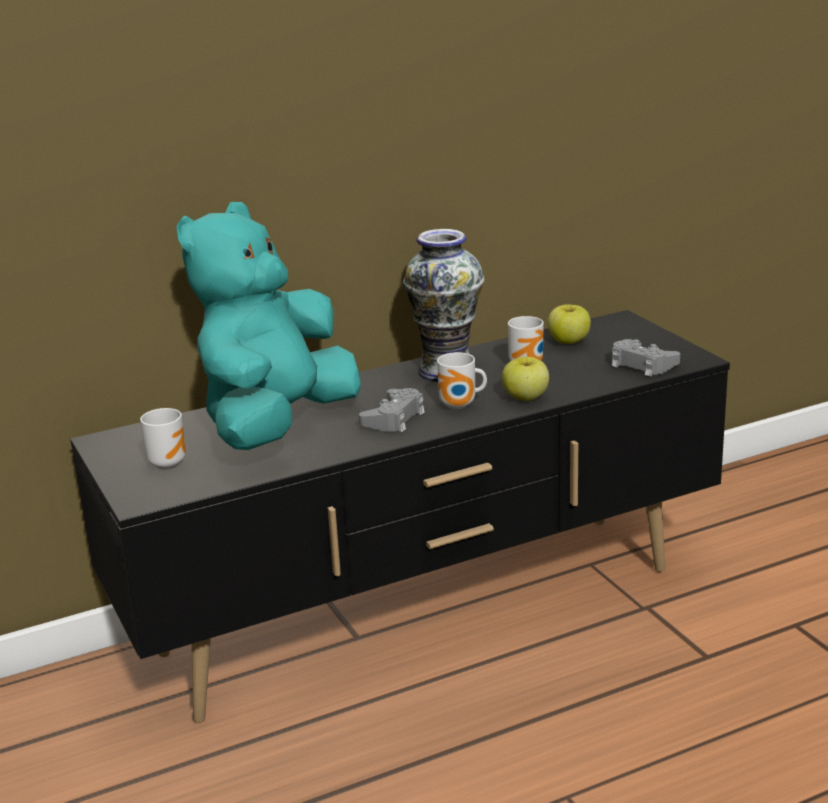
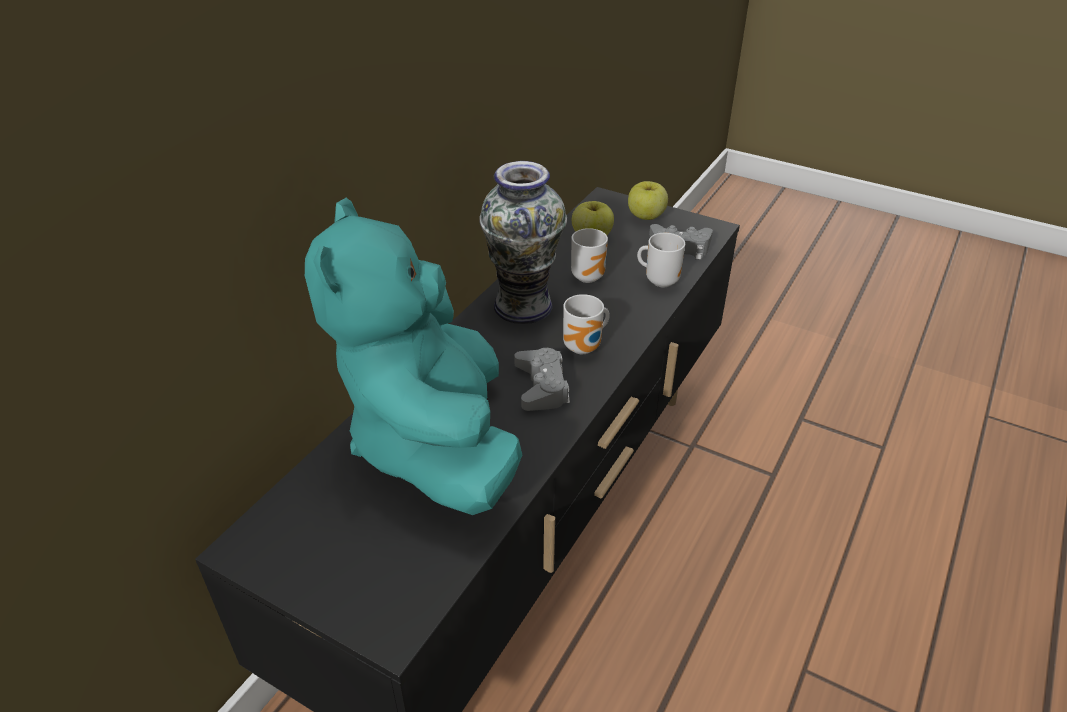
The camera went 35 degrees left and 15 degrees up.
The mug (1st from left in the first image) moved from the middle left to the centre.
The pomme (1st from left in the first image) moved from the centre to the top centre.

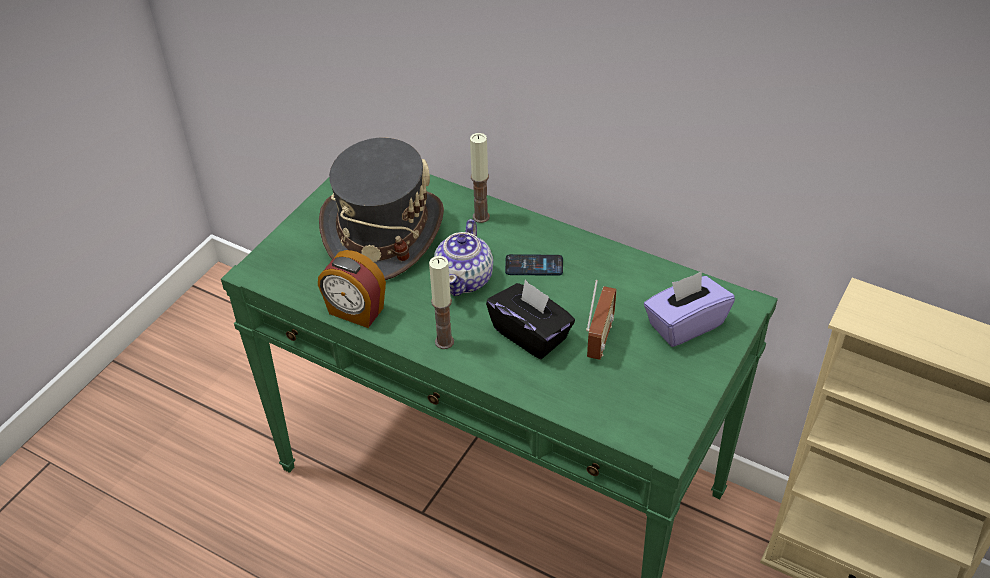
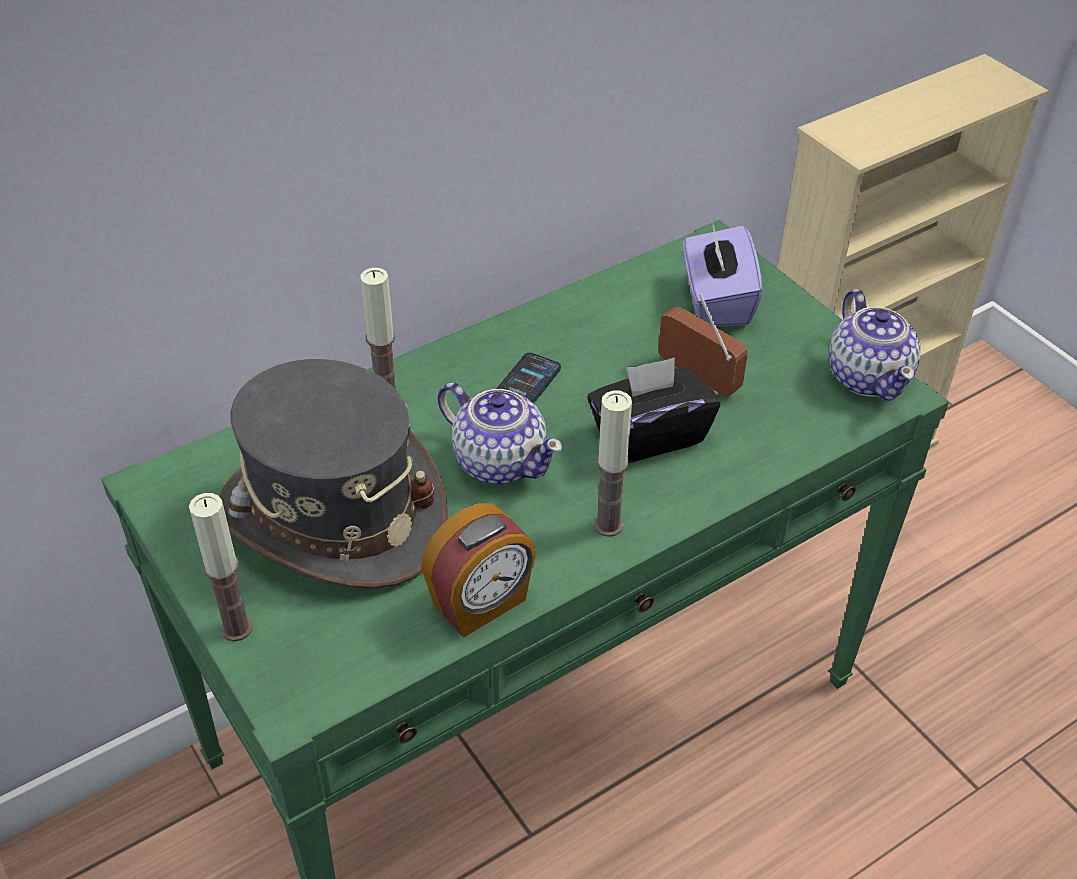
The camera went 65 degrees left and 0 degrees up.
The bougie (1st from left) at the middle left appeared.
The théière (2nd from left) at the middle right appeared.

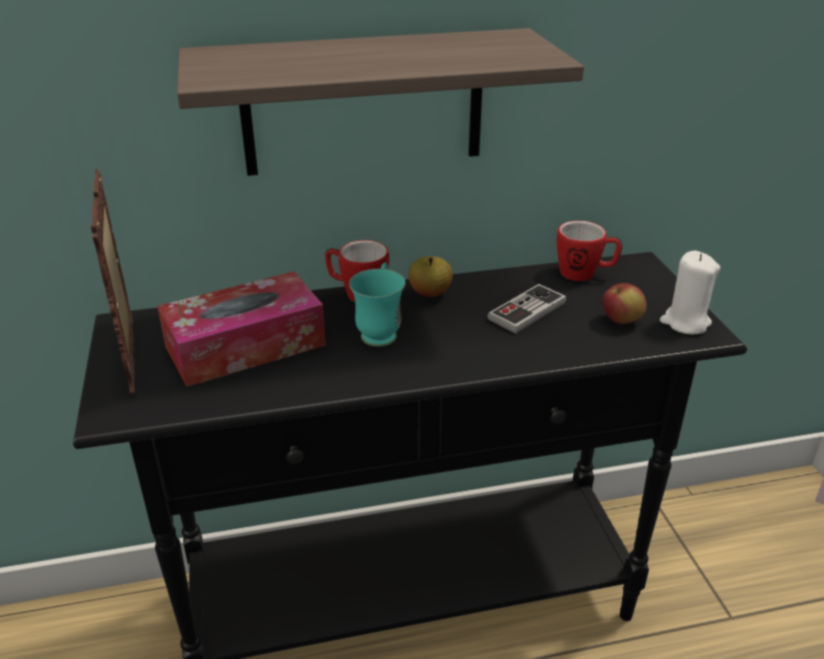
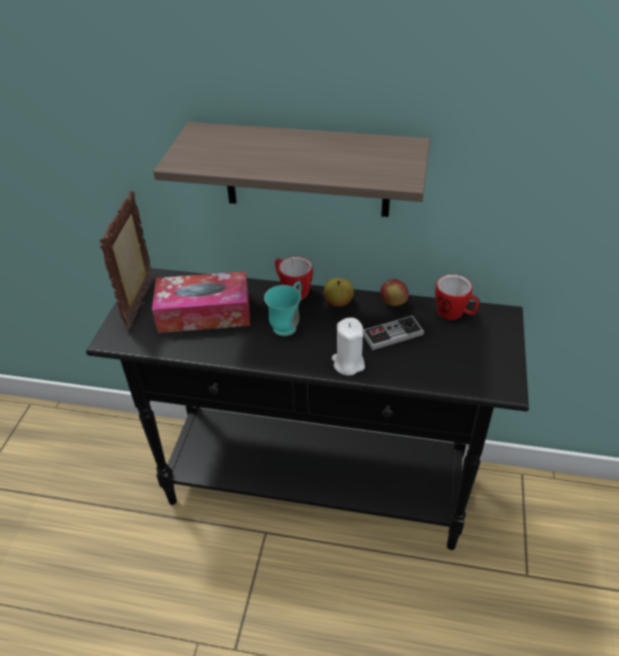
The camera went 25 degrees right and 10 degrees up.
The pomme (2nd from left) moved from the middle right to the centre.
The bougie (blanc) moved from the middle right to the centre.

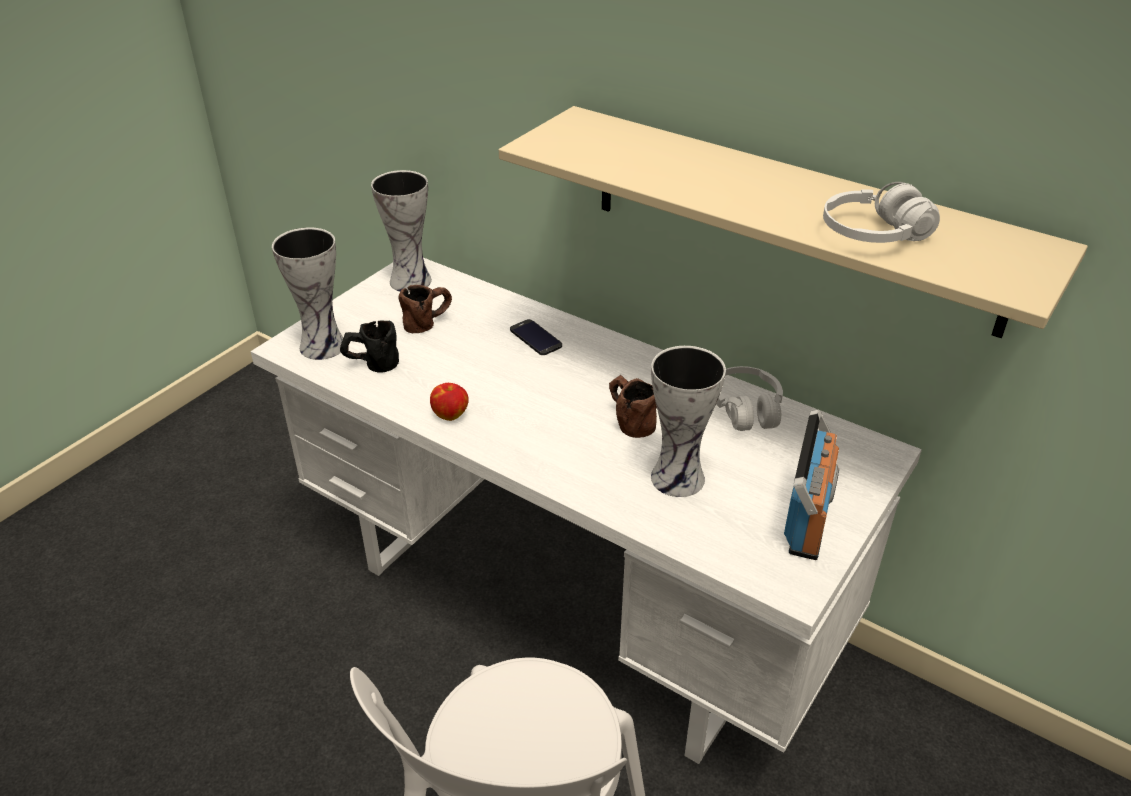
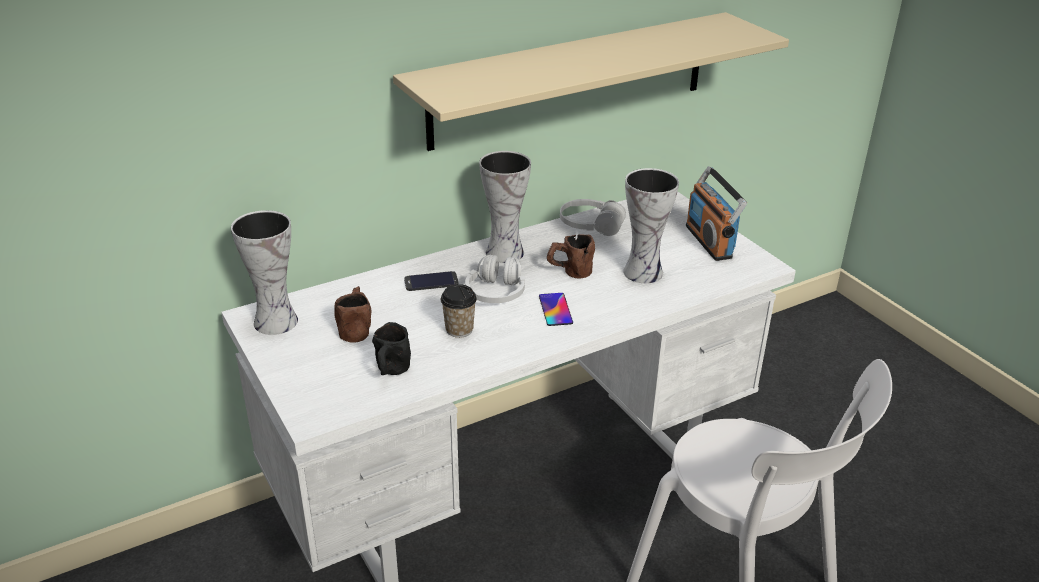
The camera went 65 degrees left and 5 degrees down.
The vase (1st from left in the first image) moved from the middle left to the centre.
The pomme at the centre disappeared.
The radio at the middle right turned 150 degrees counterclockwise.
The casque audio (blanc) (2nd from left in the first image) moved from the top right to the centre.
The tasse at the centre appeared.
The téléphone (2nd from left) at the centre appeared.

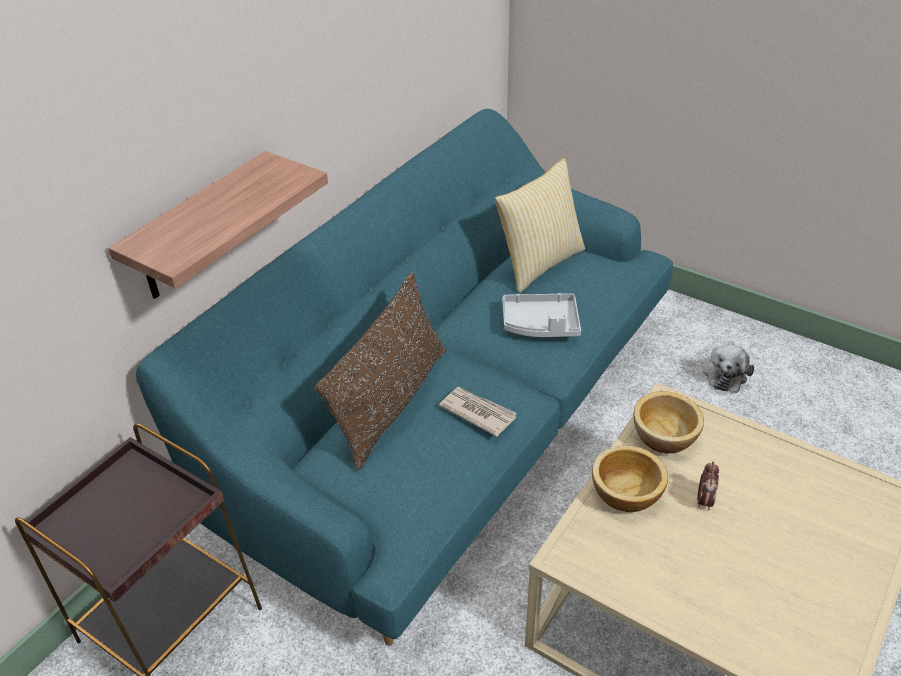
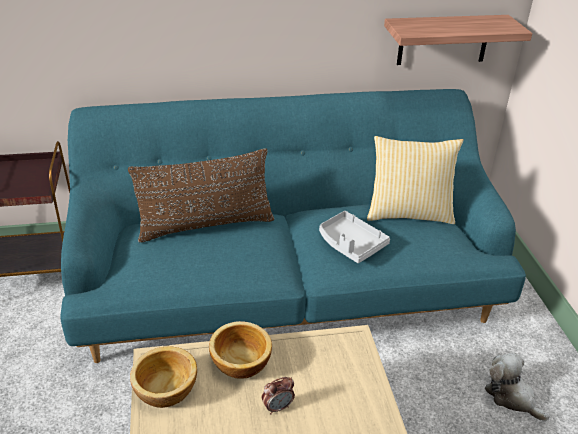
The camera went 45 degrees right and 5 degrees down.
The étagère moved from the top left to the top right.
The journal at the centre disappeared.
The bol (2nd from left in the first image) moved from the middle right to the bottom left.
The peluche at the middle right turned 75 degrees clockwise.

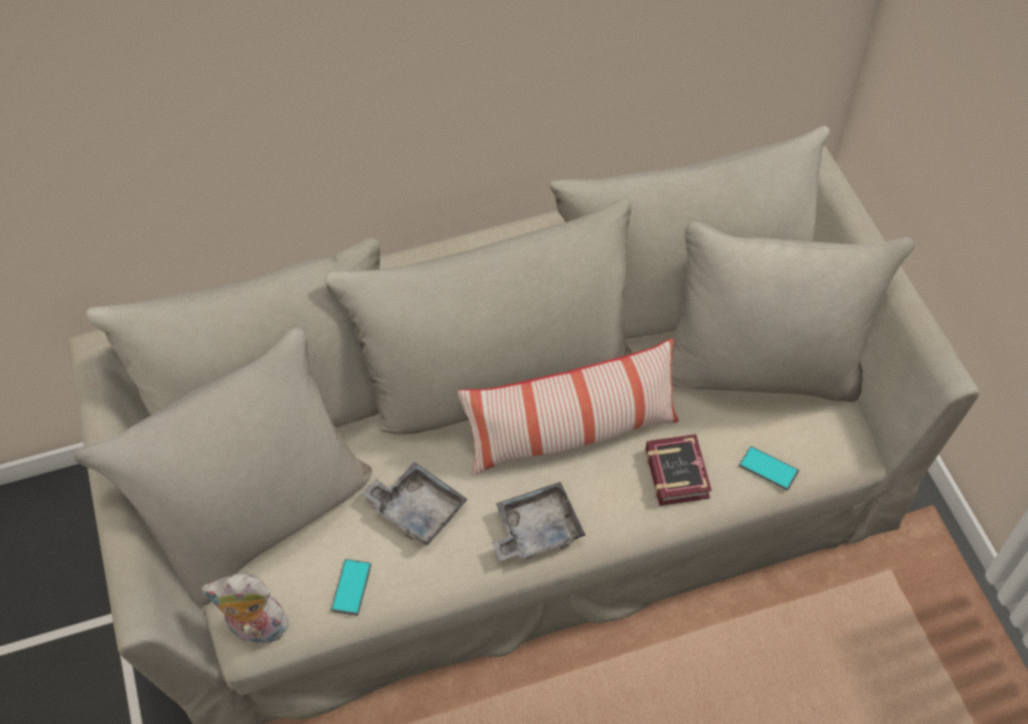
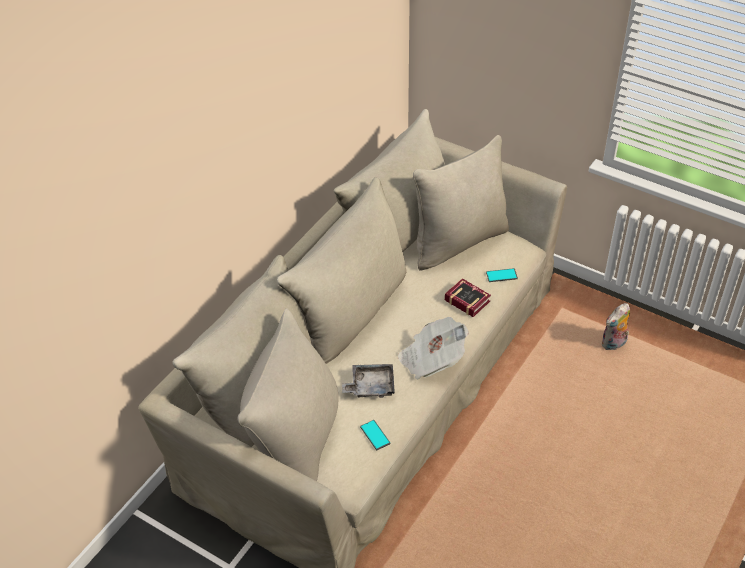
The camera went 40 degrees left and 10 degrees down.
The peluche moved from the bottom left to the middle right.
The coussin at the centre disappeared.
The plateau (gris) (2nd from left) at the bottom centre was replaced by the journal at the centre.

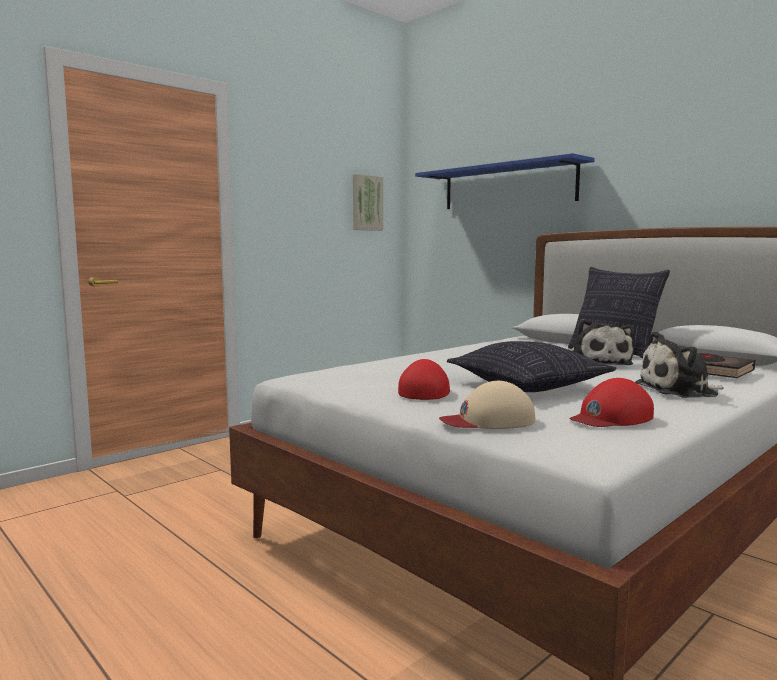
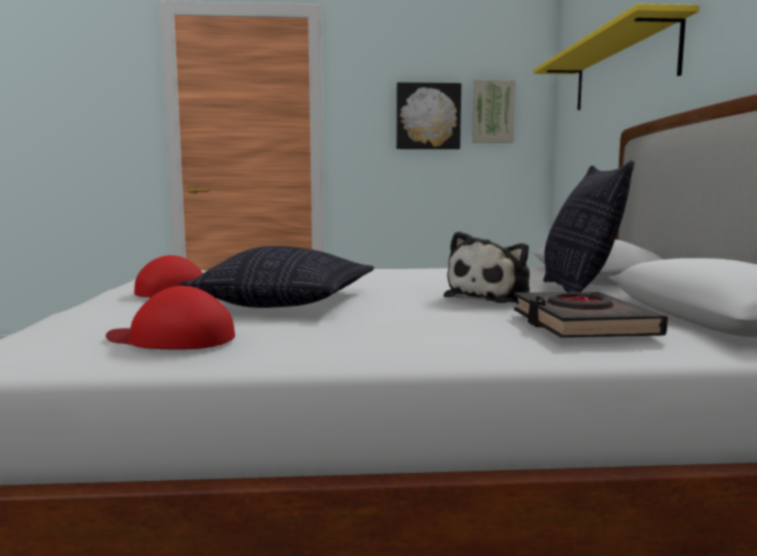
The camera went 40 degrees right and 0 degrees up.
The étagère (bleu) at the top centre became the étagère (jaune) at the top right.
The casquette (beige) at the centre disappeared.
The peluche (2nd from left) at the middle right disappeared.
The tableau (1st from left) at the top centre appeared.

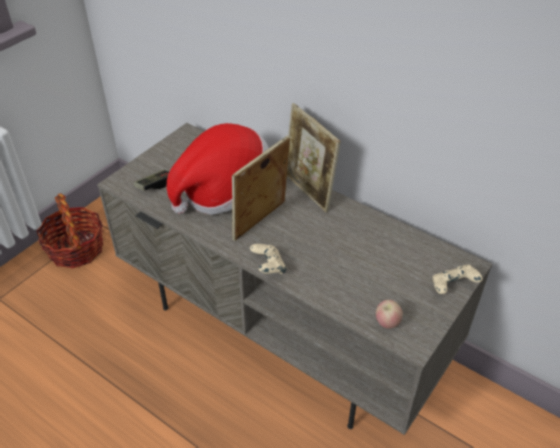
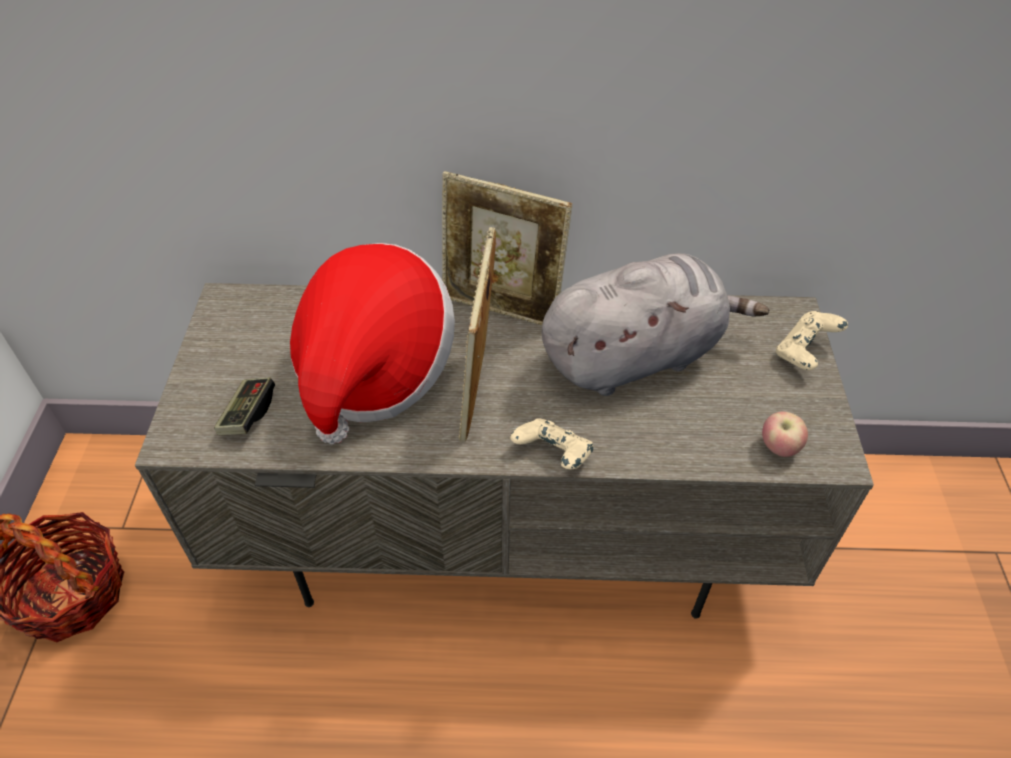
The camera went 35 degrees left and 5 degrees up.
The peluche (gris) at the centre appeared.

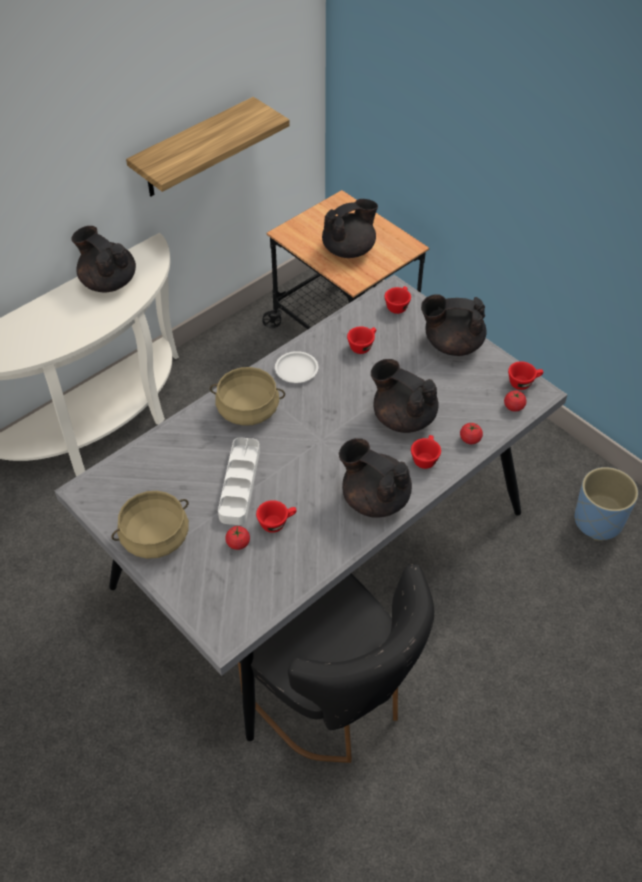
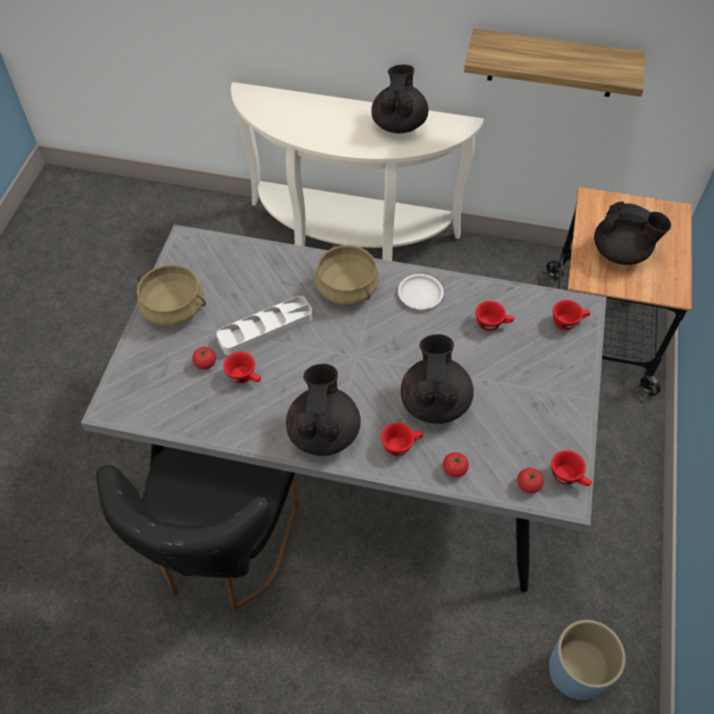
The camera went 55 degrees right and 5 degrees up.
The théière (noir) (5th from left) at the middle right disappeared.

